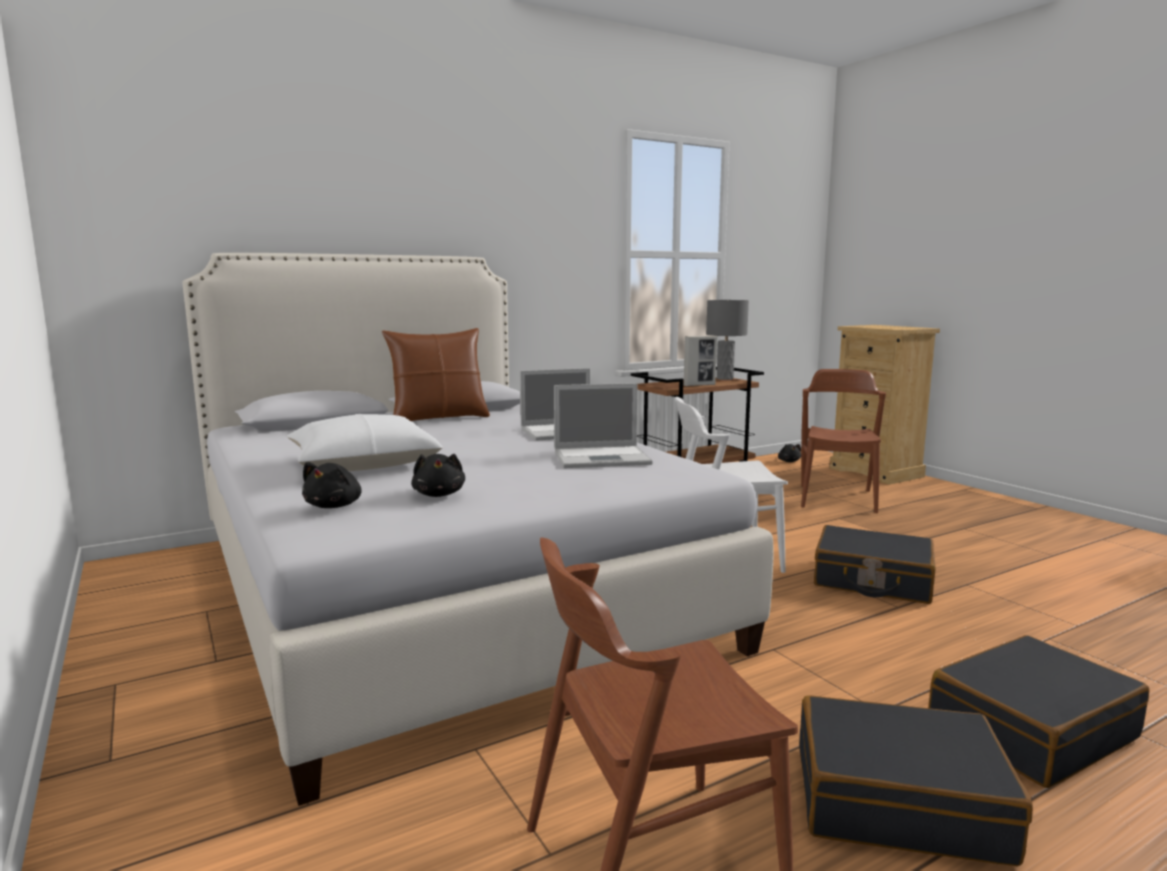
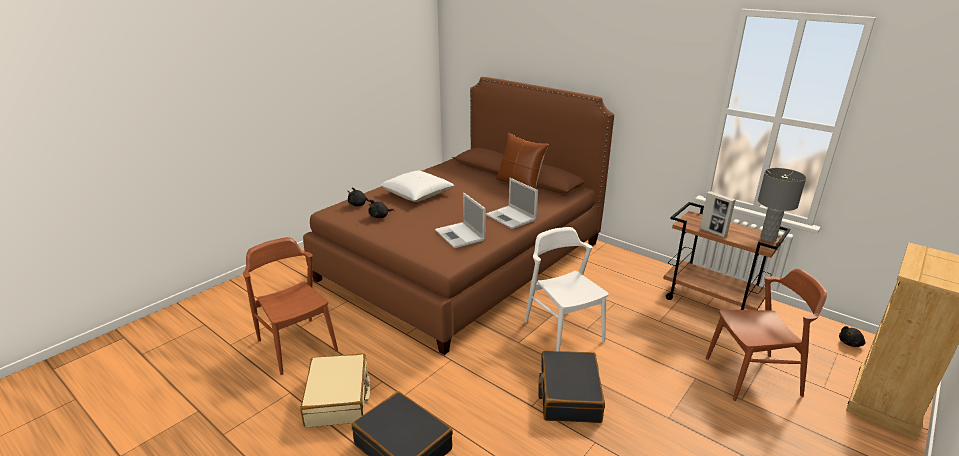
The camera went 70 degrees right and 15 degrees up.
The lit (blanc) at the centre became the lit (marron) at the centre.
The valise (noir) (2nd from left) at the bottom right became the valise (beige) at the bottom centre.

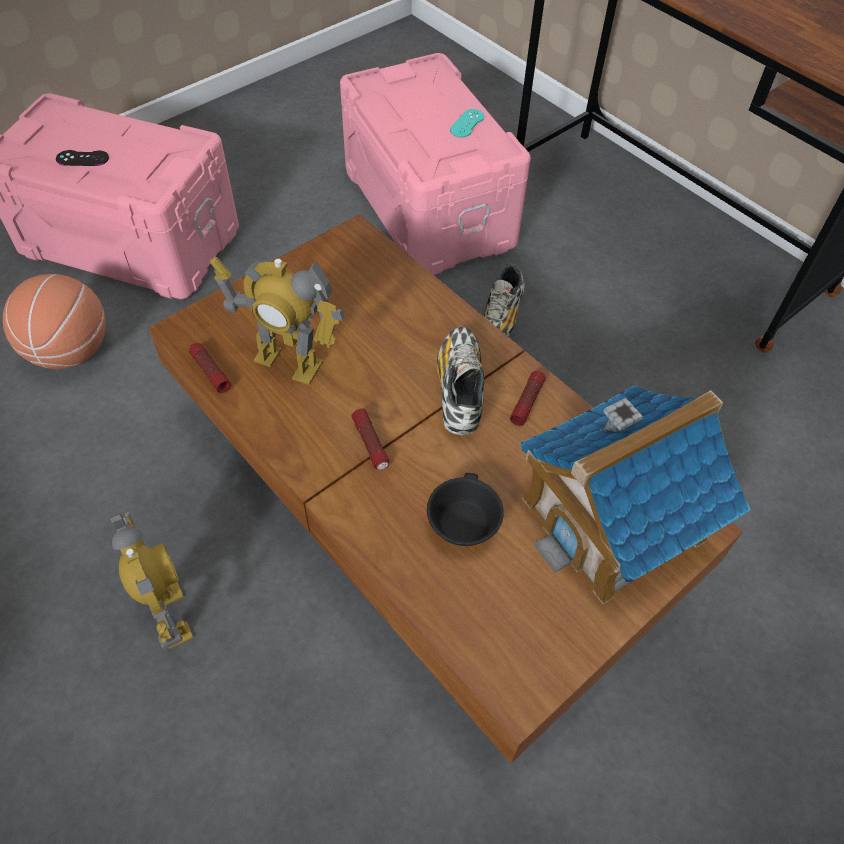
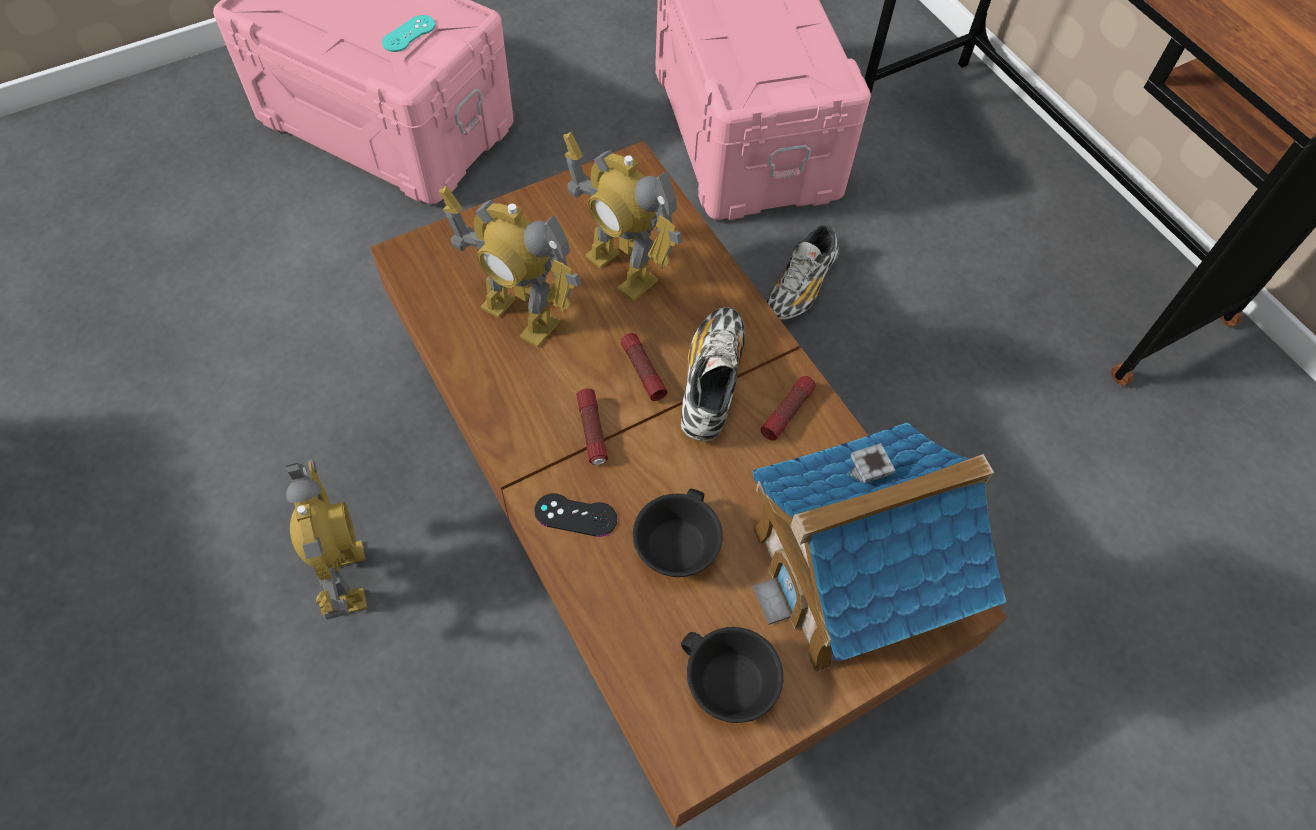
The camera went 10 degrees right and 5 degrees up.
The ballon de basket at the middle left disappeared.
The manette (noir) moved from the top left to the centre.
The lampe de poche (1st from left in the first image) moved from the middle left to the centre.
The manette (turquoise) moved from the top centre to the top left.
The robot jouet (3rd from left) at the top centre appeared.
The tasse (noir) (2nd from left) at the bottom centre appeared.

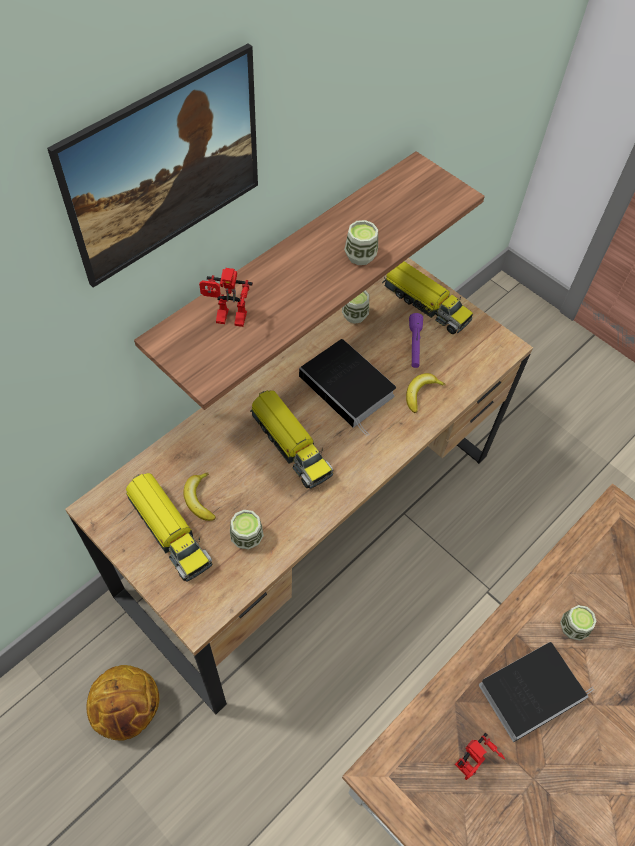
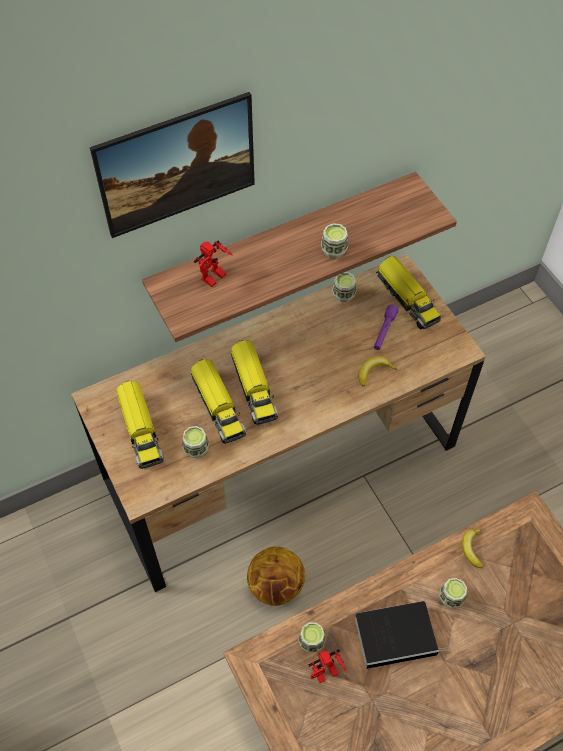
The camera went 20 degrees right and 0 degrees up.
The ballon de basket moved from the bottom left to the bottom centre.
The banane (1st from left in the first image) moved from the middle left to the bottom right.
The robot jouet (1st from left) at the centre turned 75 degrees counterclockwise.
The livre (1st from left) at the centre disappeared.
The camion jouet (2nd from left) at the centre appeared.
The tasse (2nd from left) at the bottom centre appeared.

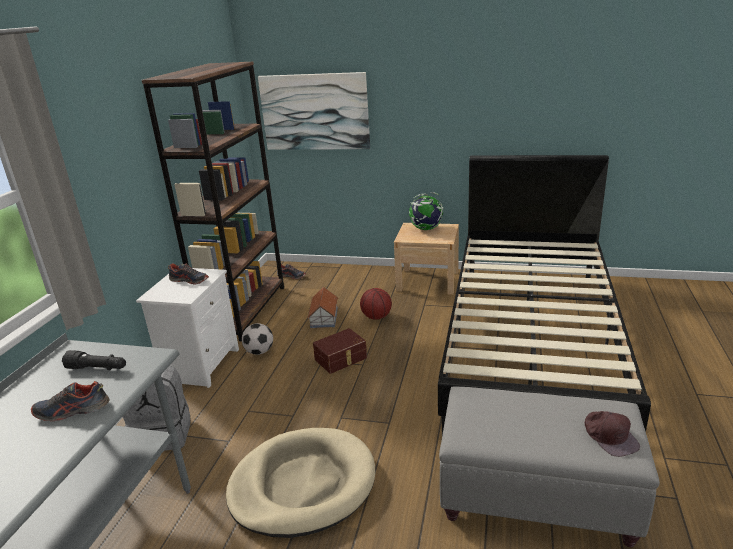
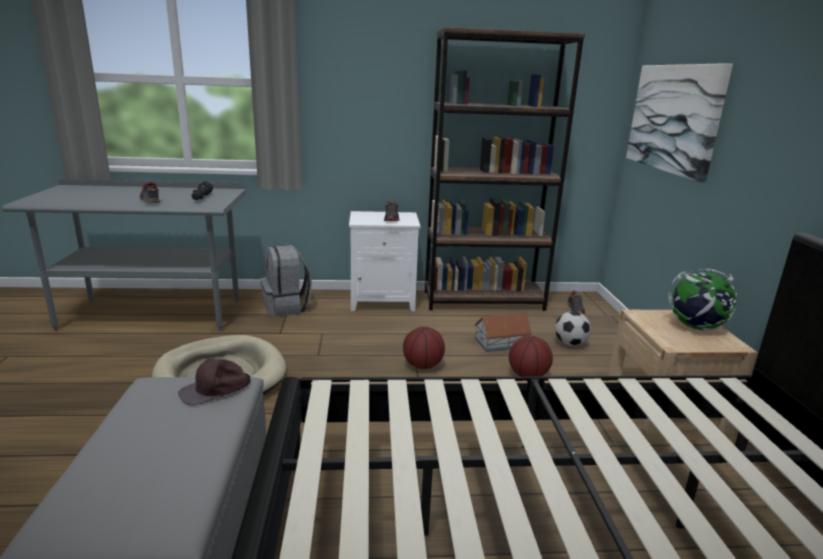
The camera went 70 degrees right and 5 degrees down.
The ballon de foot moved from the centre to the middle right.
The boîte de rangement (marron) at the centre was replaced by the ballon de basket (1st from left) at the centre.
The casquette (marron) moved from the bottom right to the bottom left.

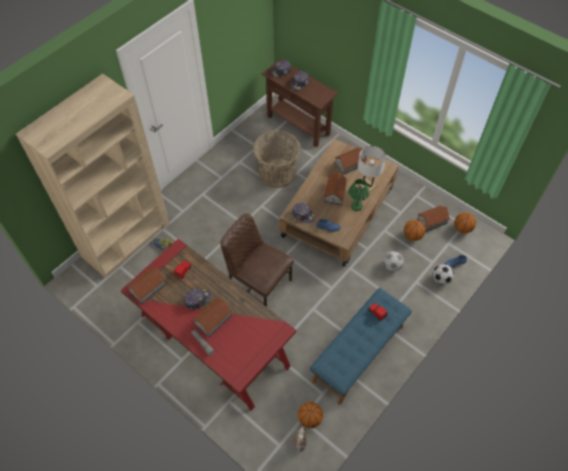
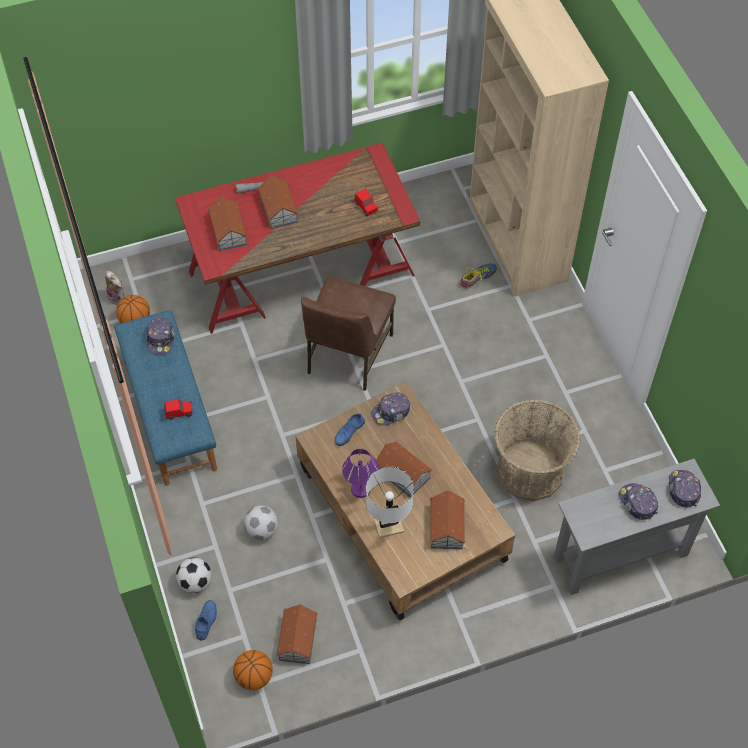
The camera went 120 degrees right and 0 degrees up.
The maison miniature (1st from left) moved from the middle left to the top left.
The casquette (1st from left) moved from the centre to the middle left.
The chaise (marron) at the centre turned 135 degrees clockwise.
The table console (marron) at the top centre became the table console (gris) at the bottom right.
The lampe de table (vert) at the centre became the lampe de table (violet) at the centre.
The ballon de basket (2nd from left) at the middle right disappeared.

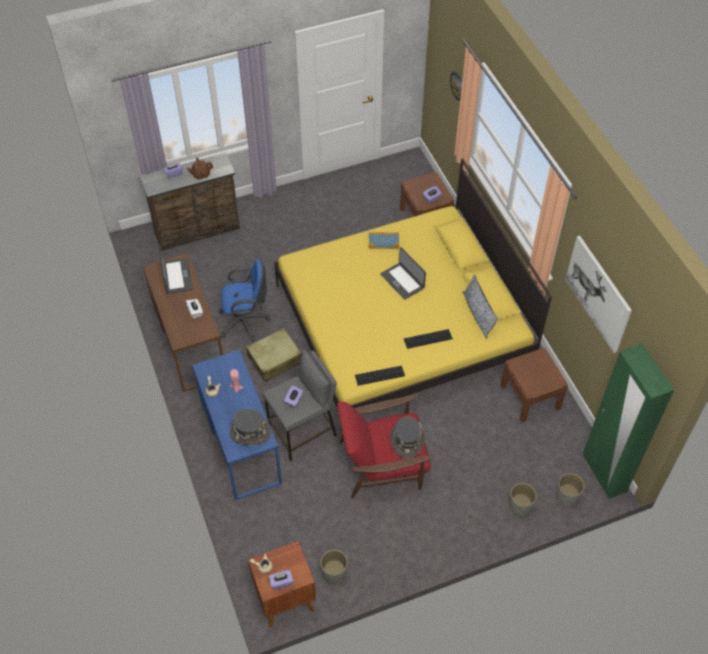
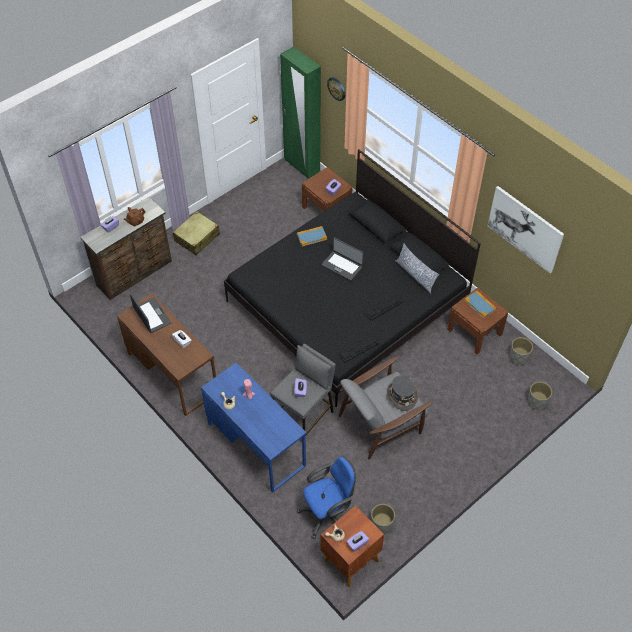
The camera went 20 degrees left and 0 degrees up.
The chaise de bureau (bleu) moved from the centre to the bottom centre.
The chapeau (gris) (1st from left) at the centre disappeared.
The valise (beige) moved from the centre to the middle left.
The lit (jaune) at the centre became the lit (noir) at the centre.
The fauteuil (rouge) at the bottom centre became the fauteuil (gris) at the centre.
The cache-pot (gris) (2nd from left) moved from the bottom right to the middle right.
The armoire (vert) moved from the middle right to the top centre.
The livre (2nd from left) at the middle right appeared.

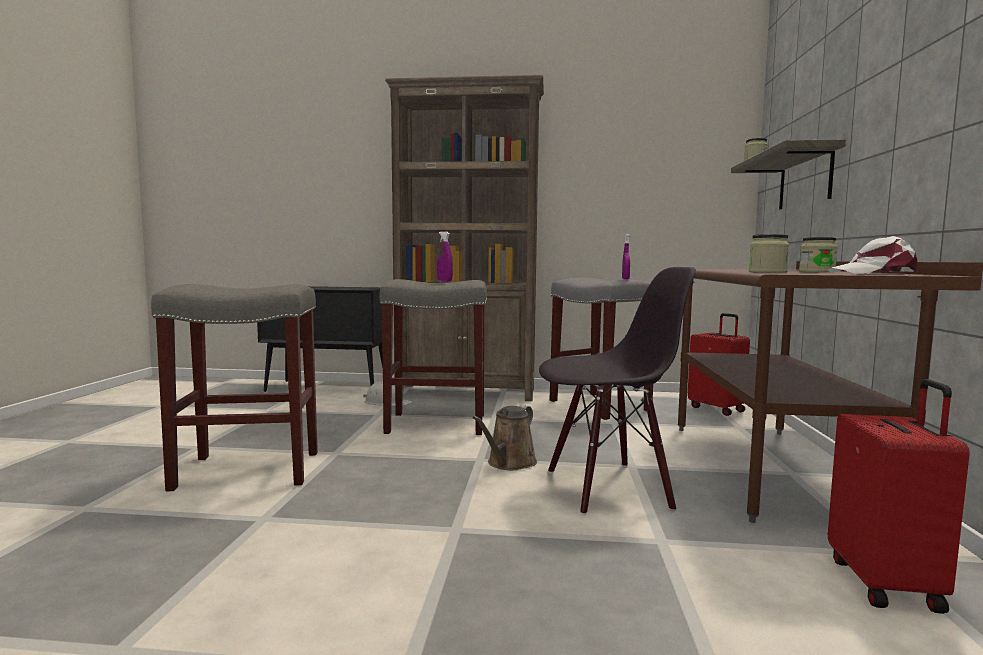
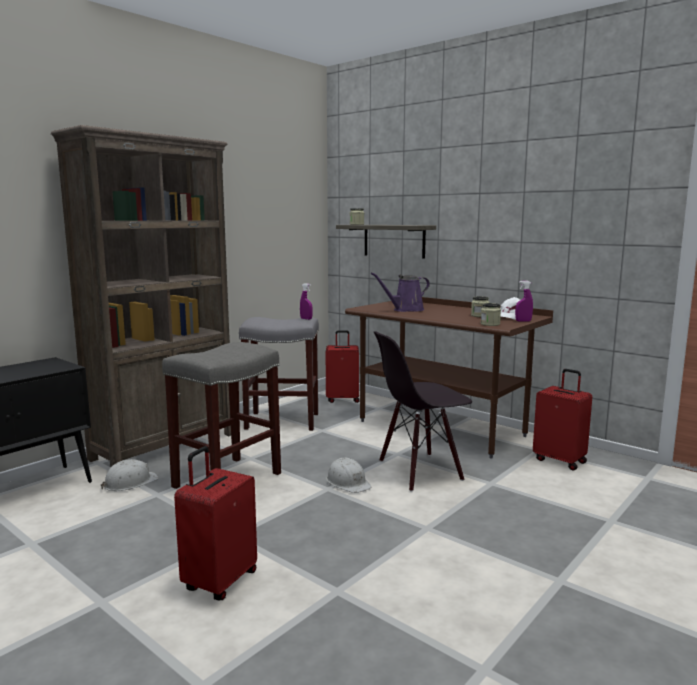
The camera went 55 degrees left and 5 degrees up.
The tabouret (gris) (1st from left) at the middle left was replaced by the valise (rouge) (1st from left) at the bottom left.
The vaporisateur (violet) (1st from left in the first image) moved from the centre to the middle right.
The arrosoir (marron) at the bottom centre was replaced by the casque de chantier (blanc) (2nd from left) at the bottom centre.
The chaise (noir) at the centre turned 135 degrees counterclockwise.
The arrosoir (violet) at the centre appeared.

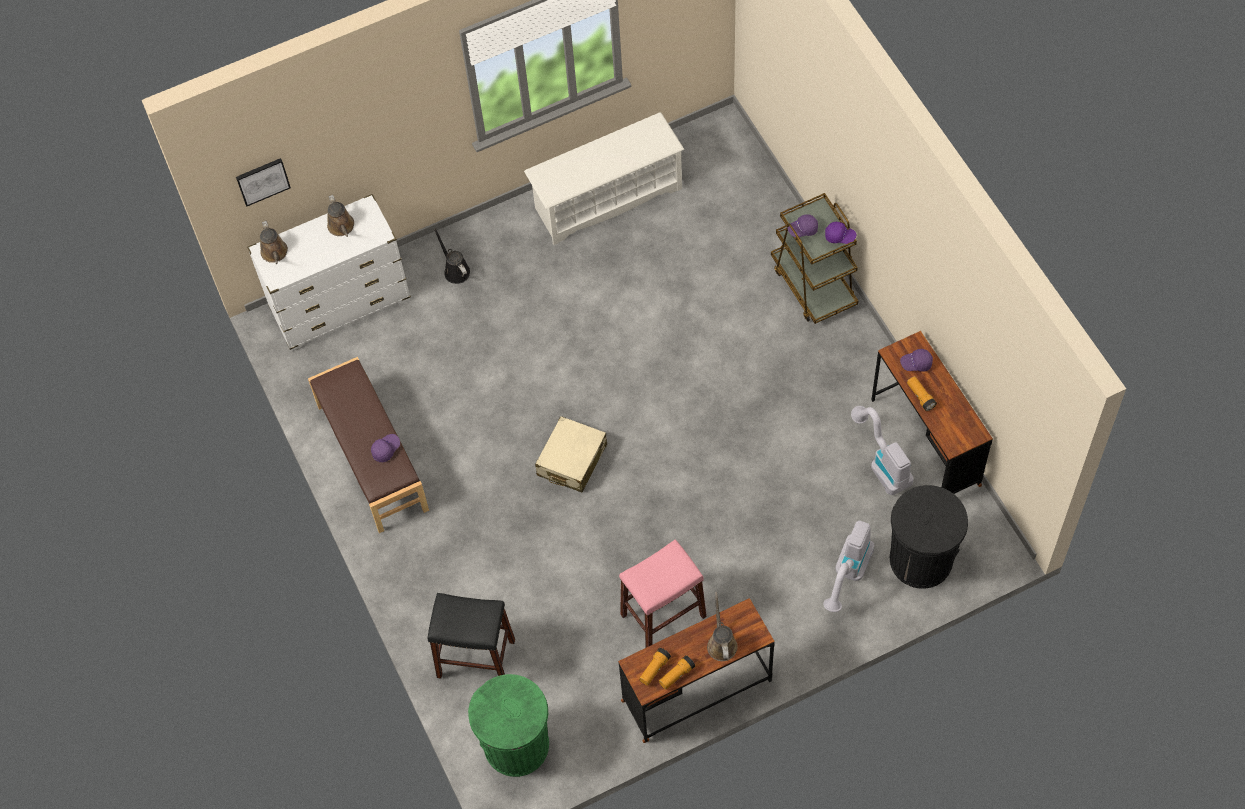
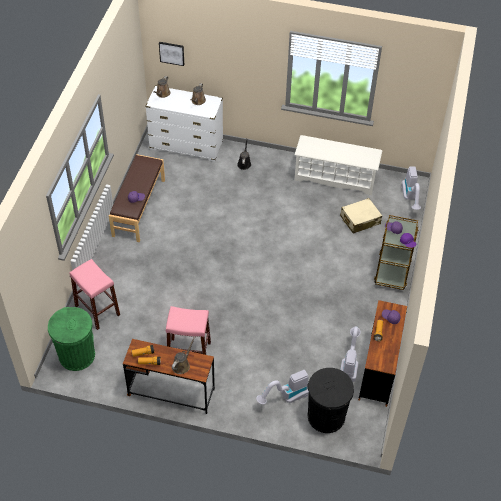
The camera went 35 degrees right and 10 degrees down.
The tabouret (noir) at the bottom centre became the tabouret (rose) (1st from left) at the middle left.
The valise (beige) moved from the centre to the middle right.
The aspirateur (3rd from left) at the middle right appeared.

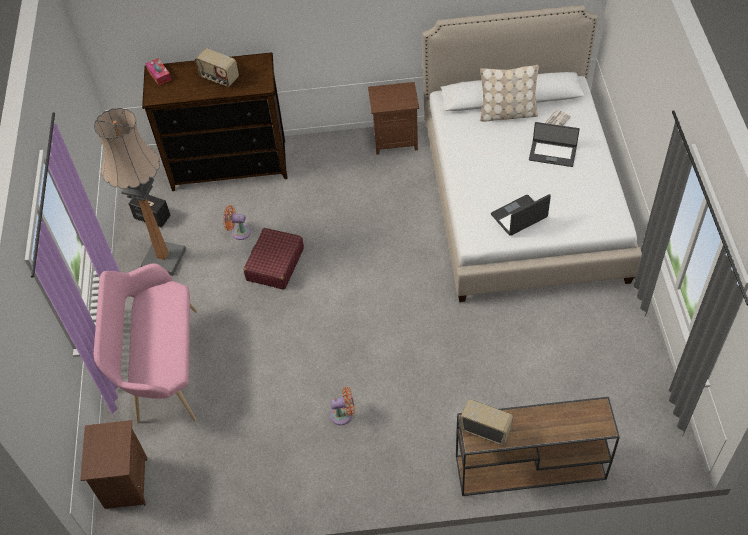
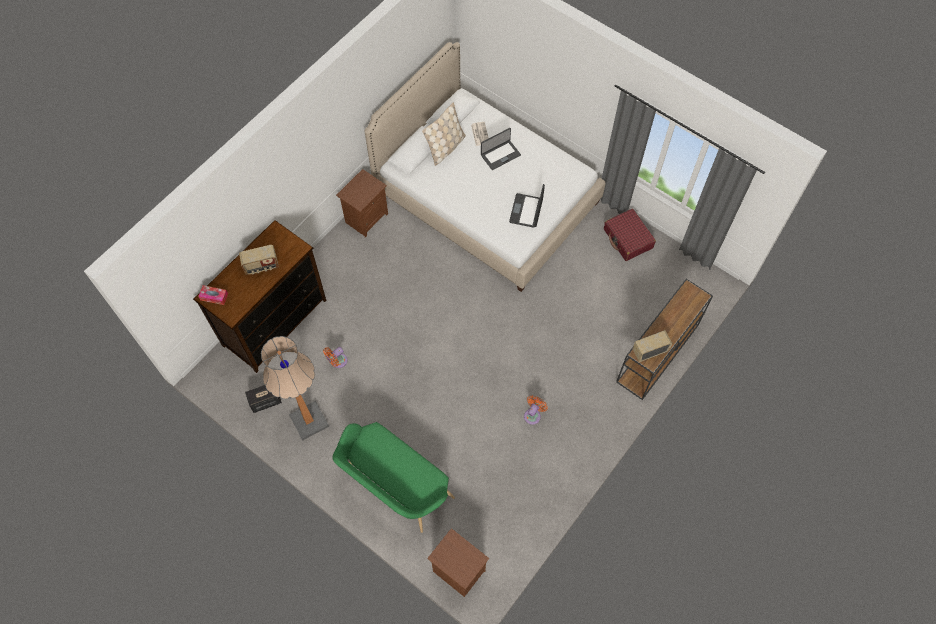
The camera went 50 degrees left and 10 degrees up.
The banc (rose) at the middle left became the banc (vert) at the bottom centre.
The valise (rouge) moved from the centre to the middle right.

